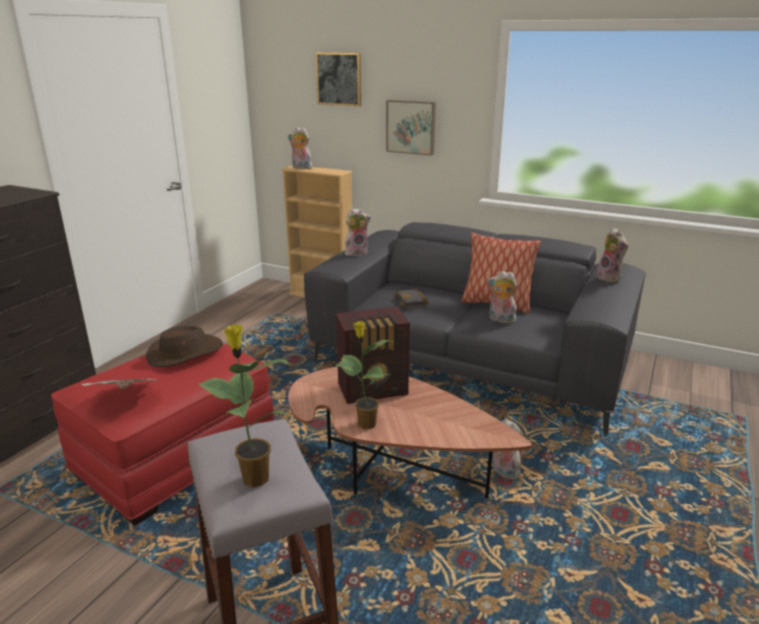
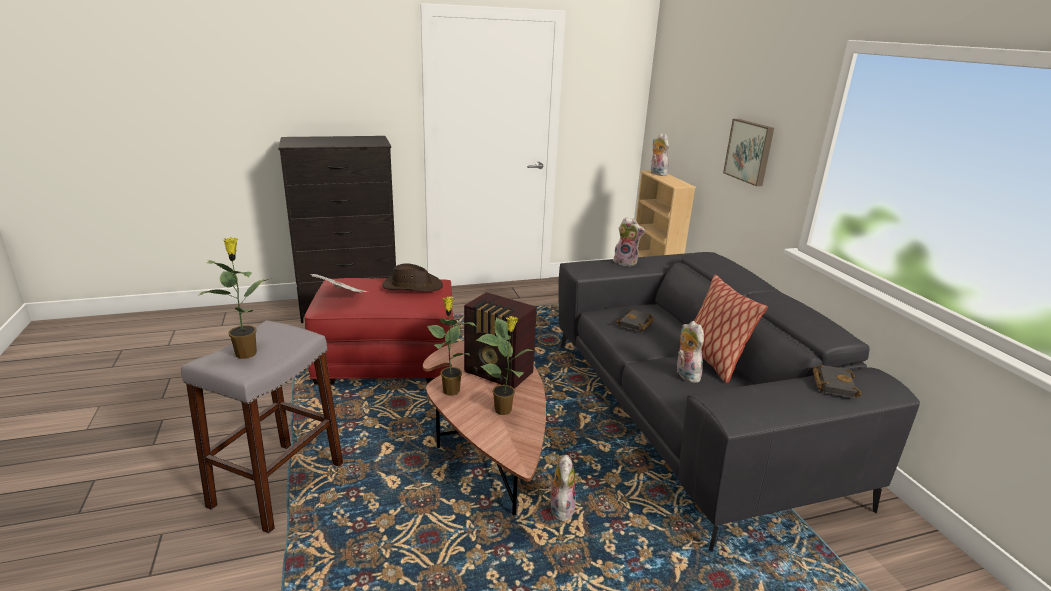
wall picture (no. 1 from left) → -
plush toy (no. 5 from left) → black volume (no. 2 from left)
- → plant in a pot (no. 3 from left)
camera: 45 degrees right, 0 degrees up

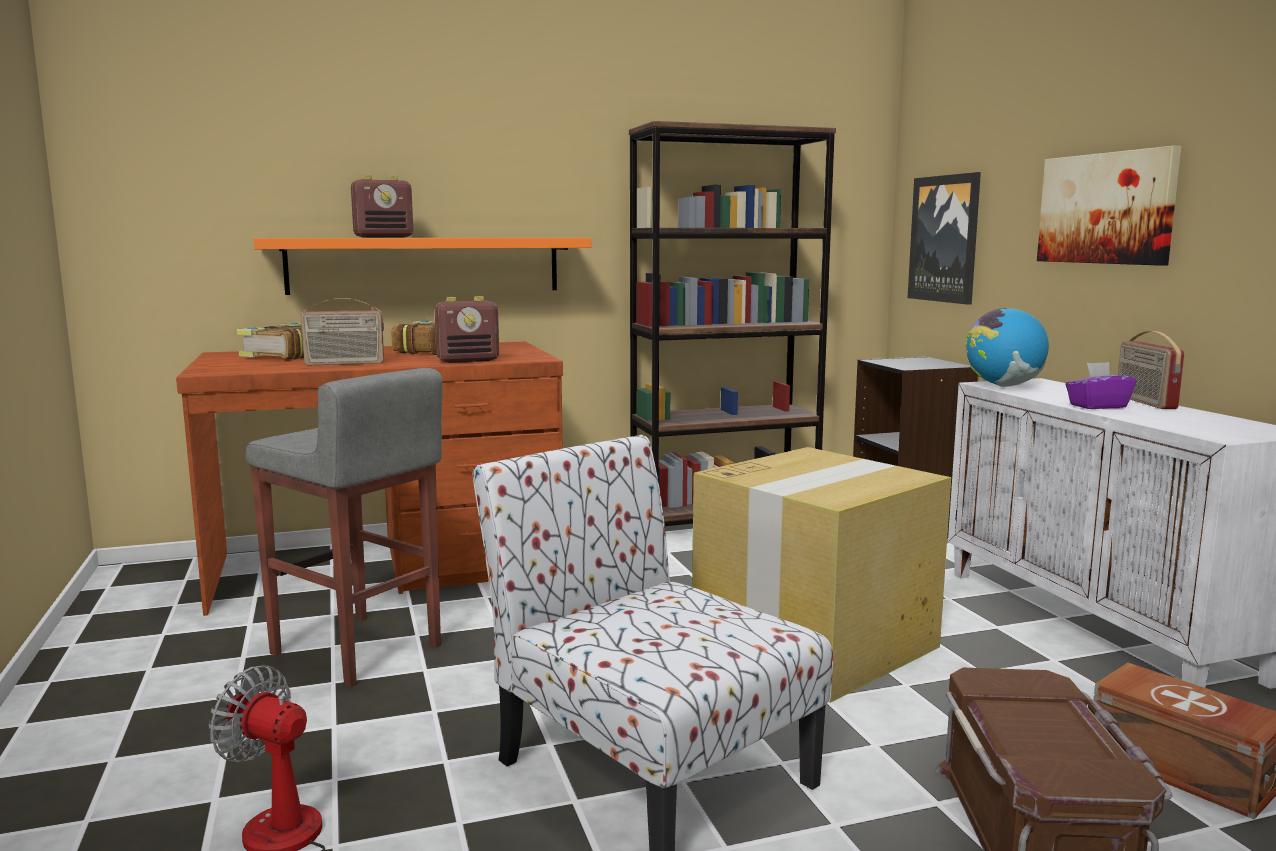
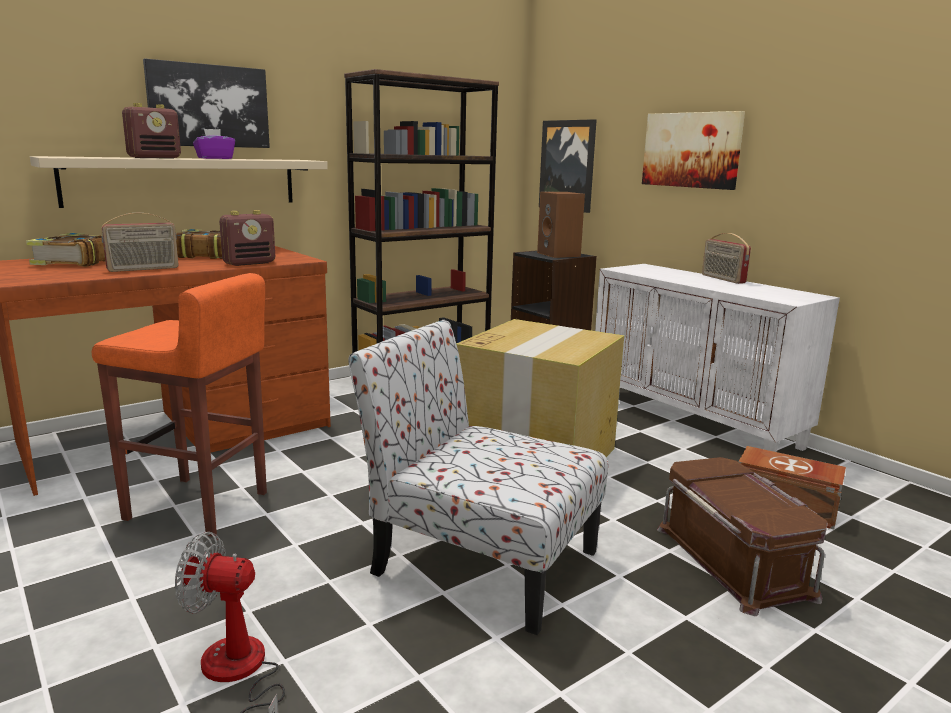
orange wall shelf → beige-coloured wall shelf
desk globe → -
purple box of tissues, relocated
grey sitting stool → orange sitting stool
- → wall picture (no. 1 from left)
- → brown audio speaker
camera: 20 degrees left, 5 degrees up

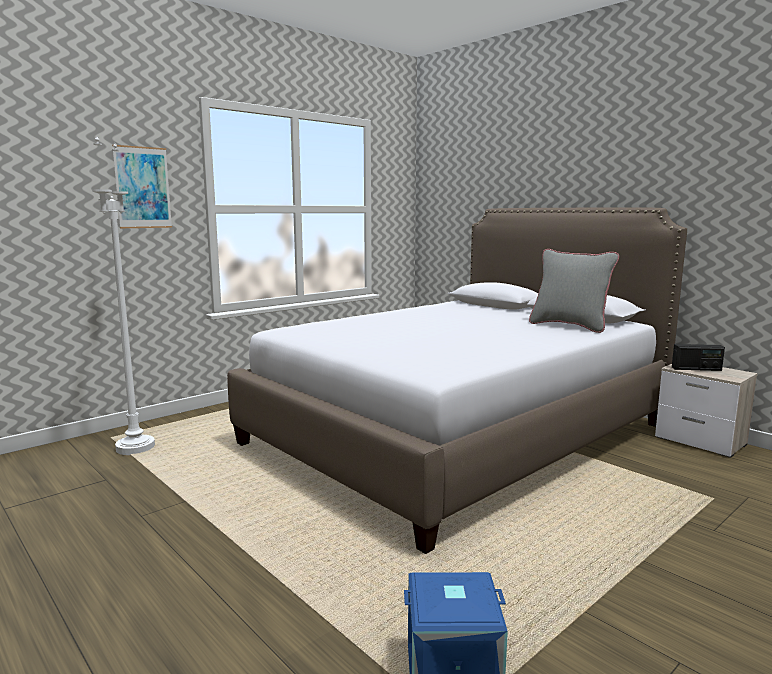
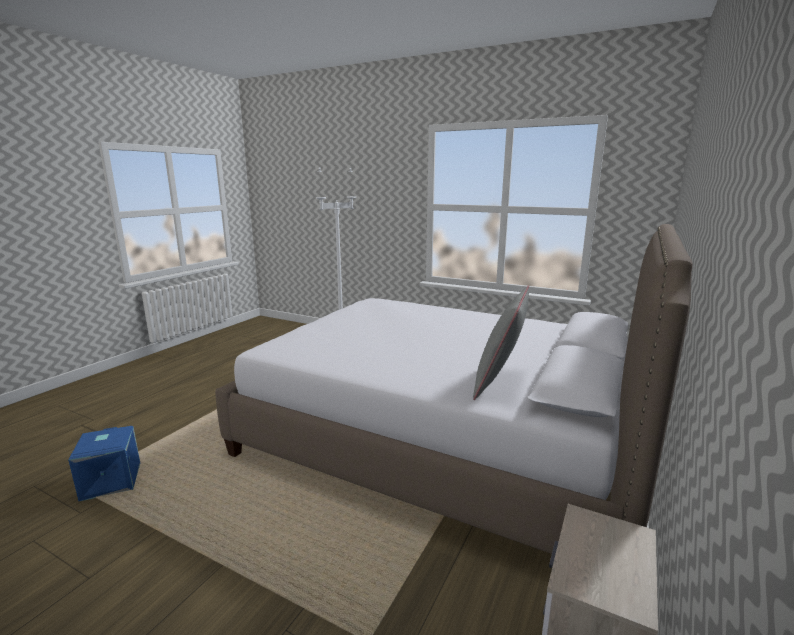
wall picture → -
radio → -
camera: 70 degrees right, 5 degrees up

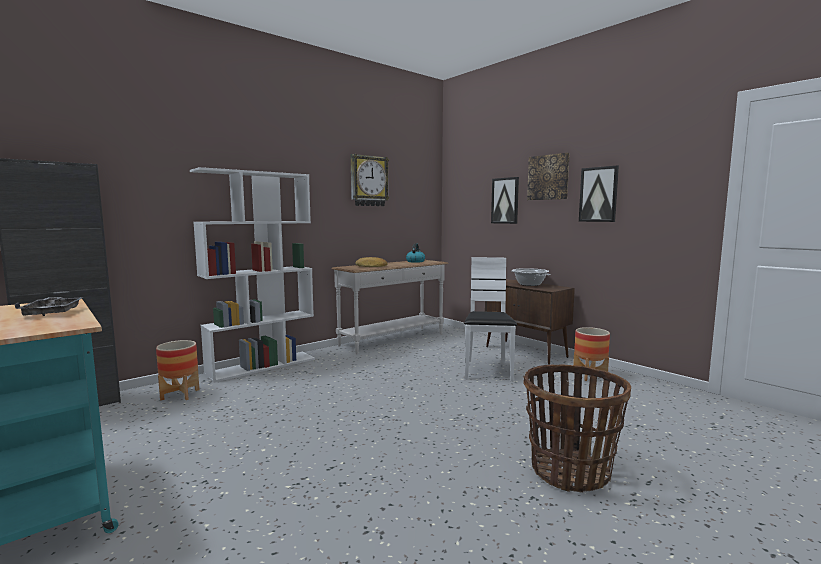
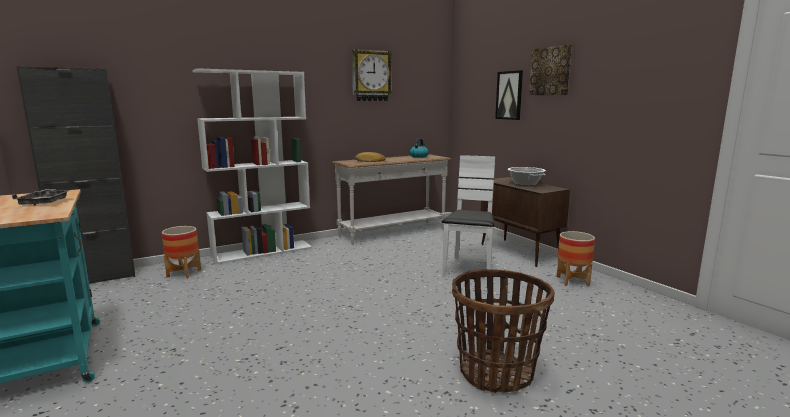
wall picture (no. 3 from left) → -
camera: 10 degrees right, 5 degrees up

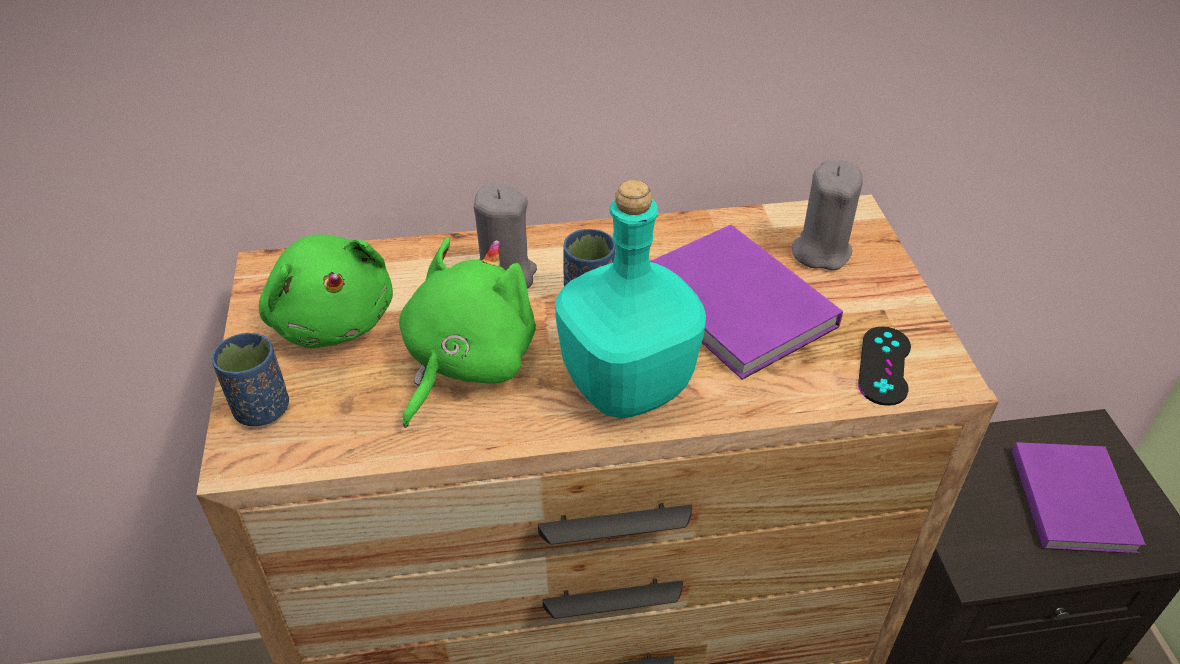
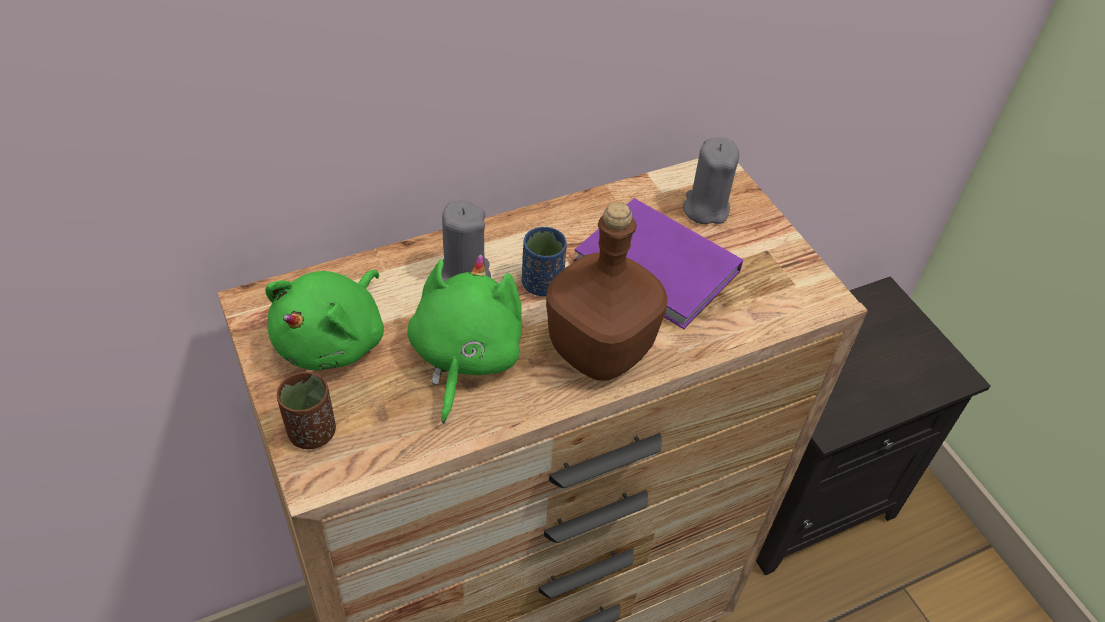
turquoise bottle → brown bottle
greenish plush toy (no. 1 from left), 75 degrees clockwise
black joypad → -
bluish cup (no. 1 from left) → brown cup
purple volume (no. 2 from left) → -
camera: 20 degrees left, 5 degrees up

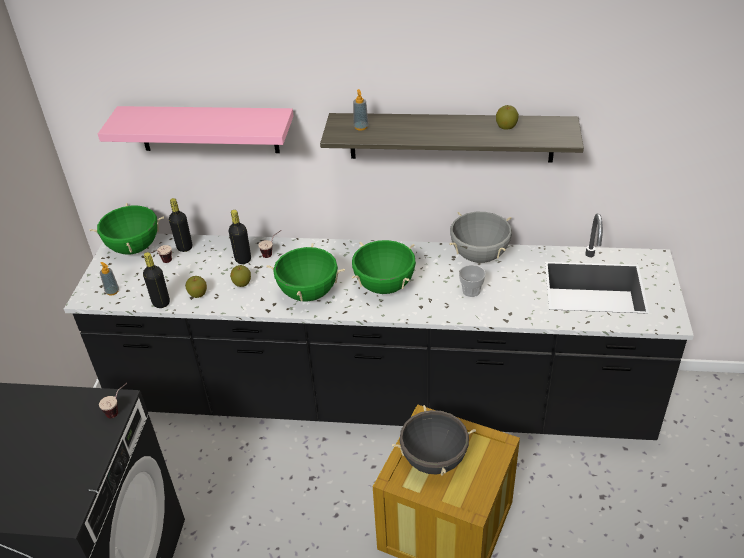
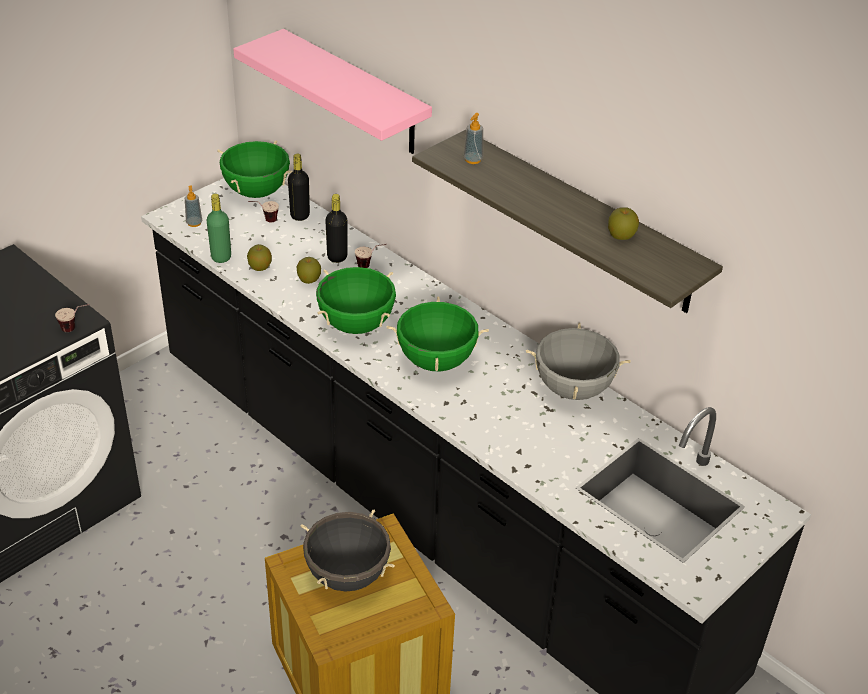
black bottle (no. 1 from left) → greenish bottle
cup (no. 4 from left) → -
camera: 35 degrees right, 0 degrees up

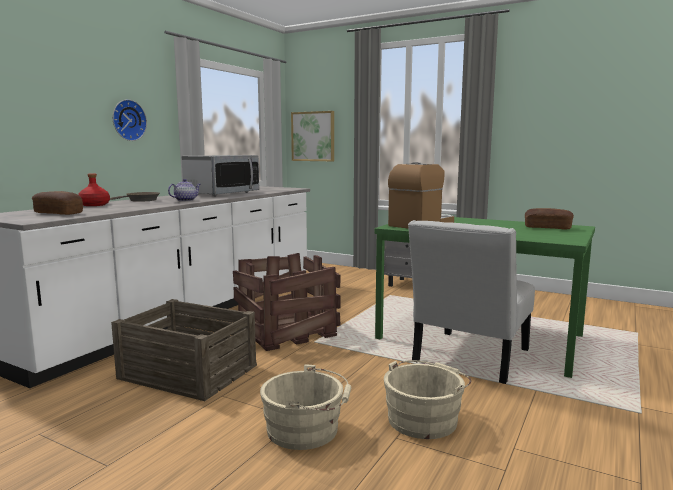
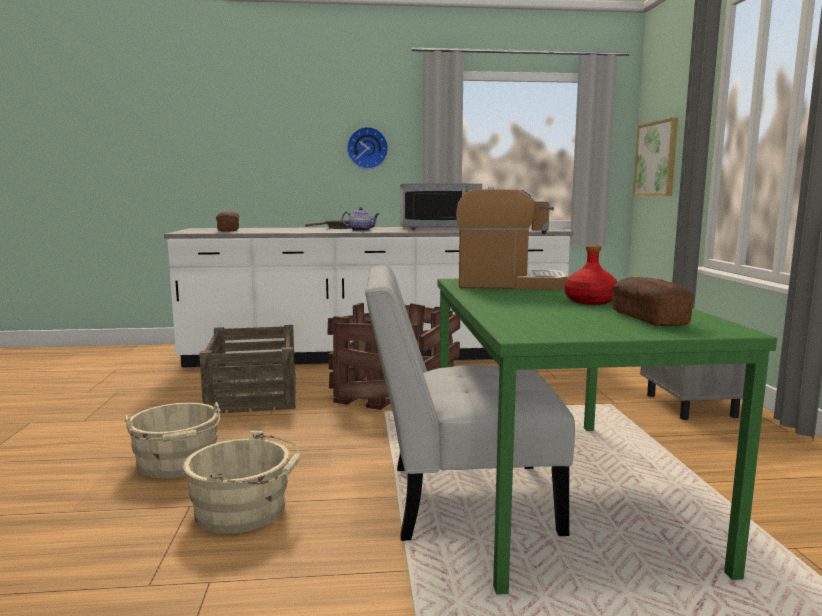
red bottle, relocated
camera: 55 degrees right, 0 degrees up

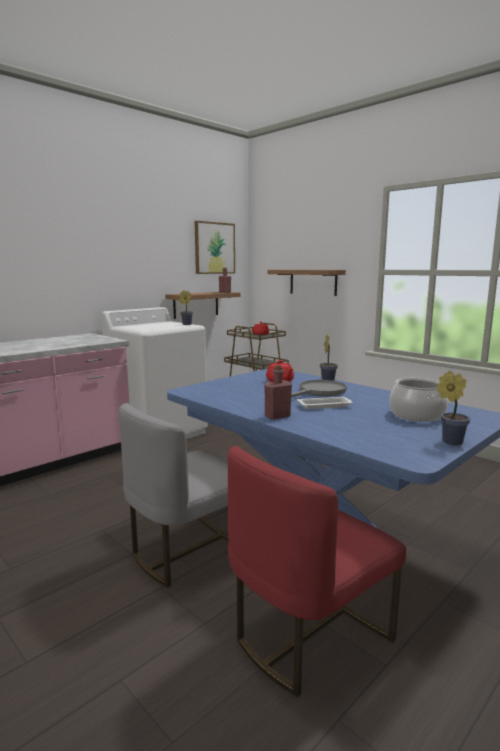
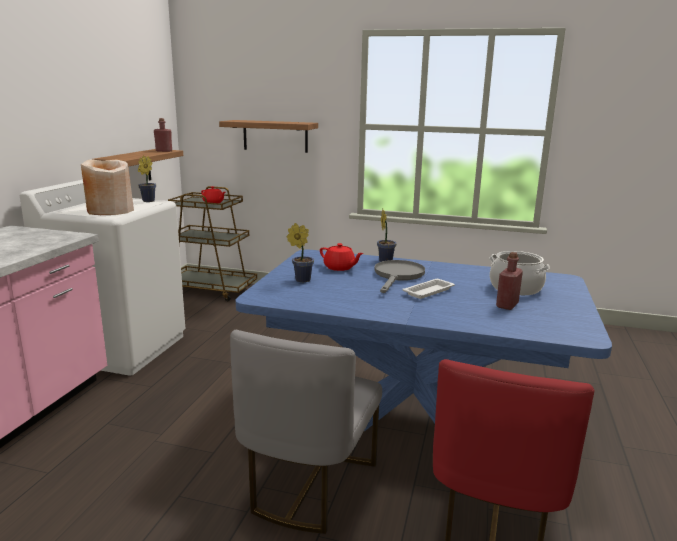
wall picture → -
red bottle (no. 2 from left), relocated
plant in a pot (no. 3 from left in the first image) → plant in a pot (no. 2 from left), relocated
- → beige-coloured vase
camera: 30 degrees left, 5 degrees up

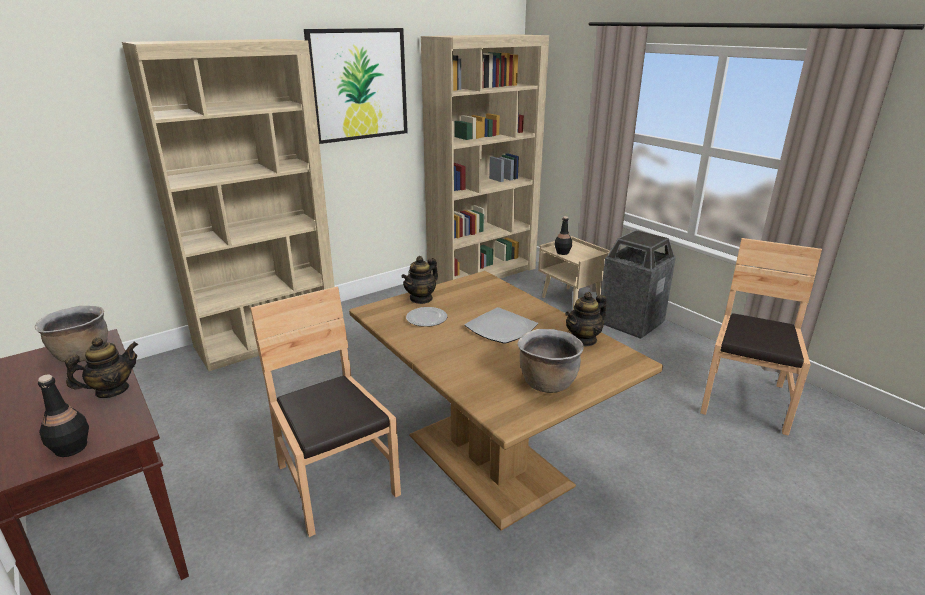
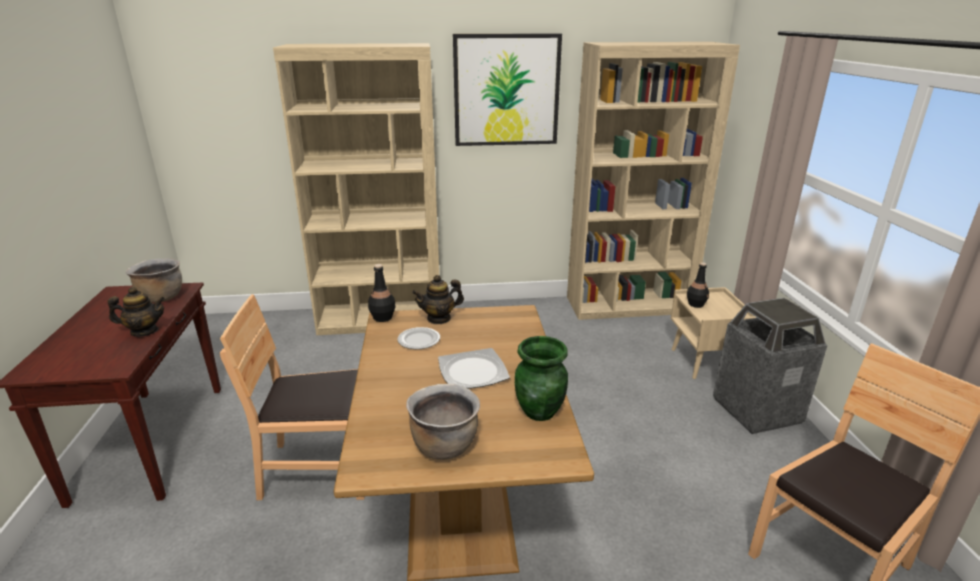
brown chair (no. 1 from left), 90 degrees counterclockwise
teapot (no. 3 from left) → greenish vase
black bottle (no. 1 from left), relocated
camera: 30 degrees right, 0 degrees up

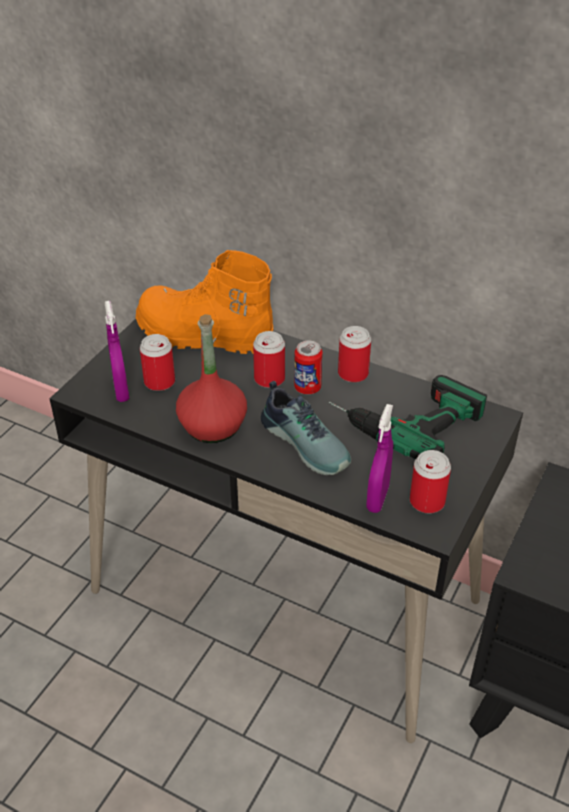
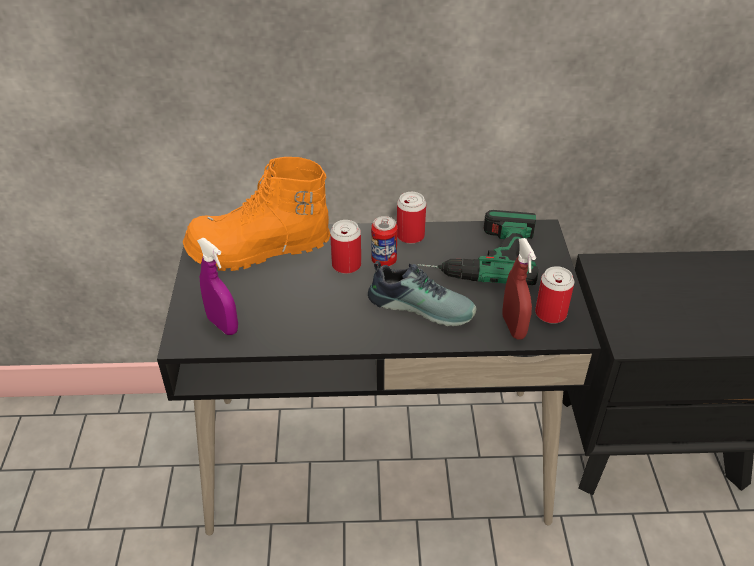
red bottle → -
metal can (no. 1 from left) → -
purple sprayer (no. 2 from left) → red sprayer
camera: 30 degrees left, 0 degrees up

